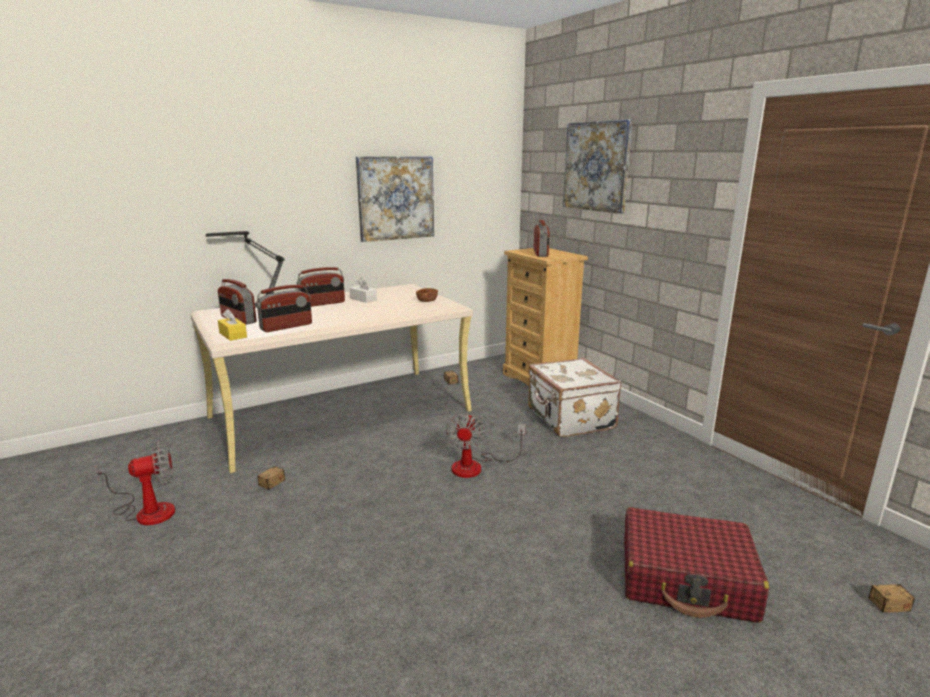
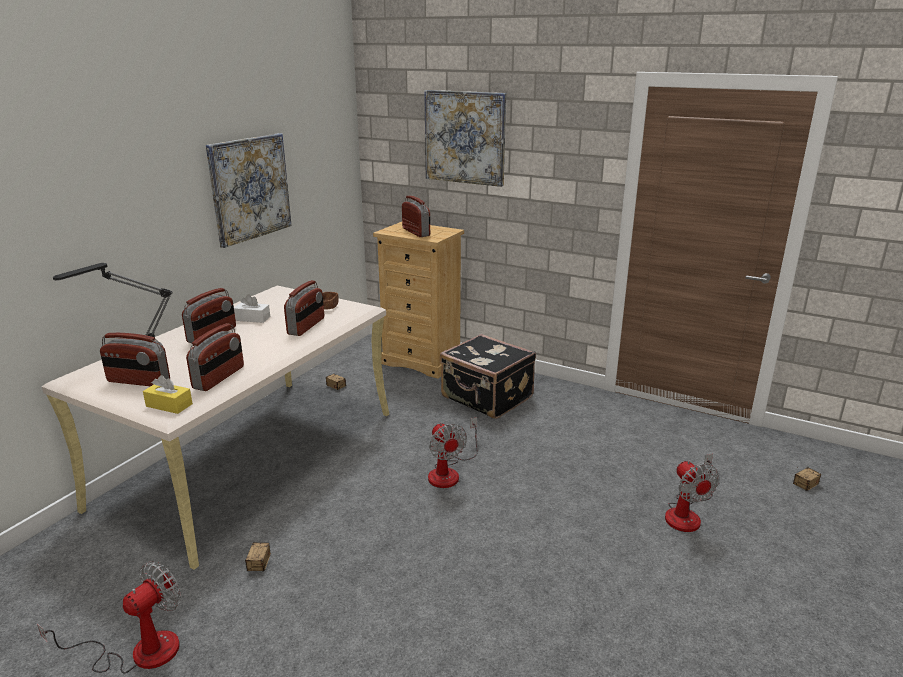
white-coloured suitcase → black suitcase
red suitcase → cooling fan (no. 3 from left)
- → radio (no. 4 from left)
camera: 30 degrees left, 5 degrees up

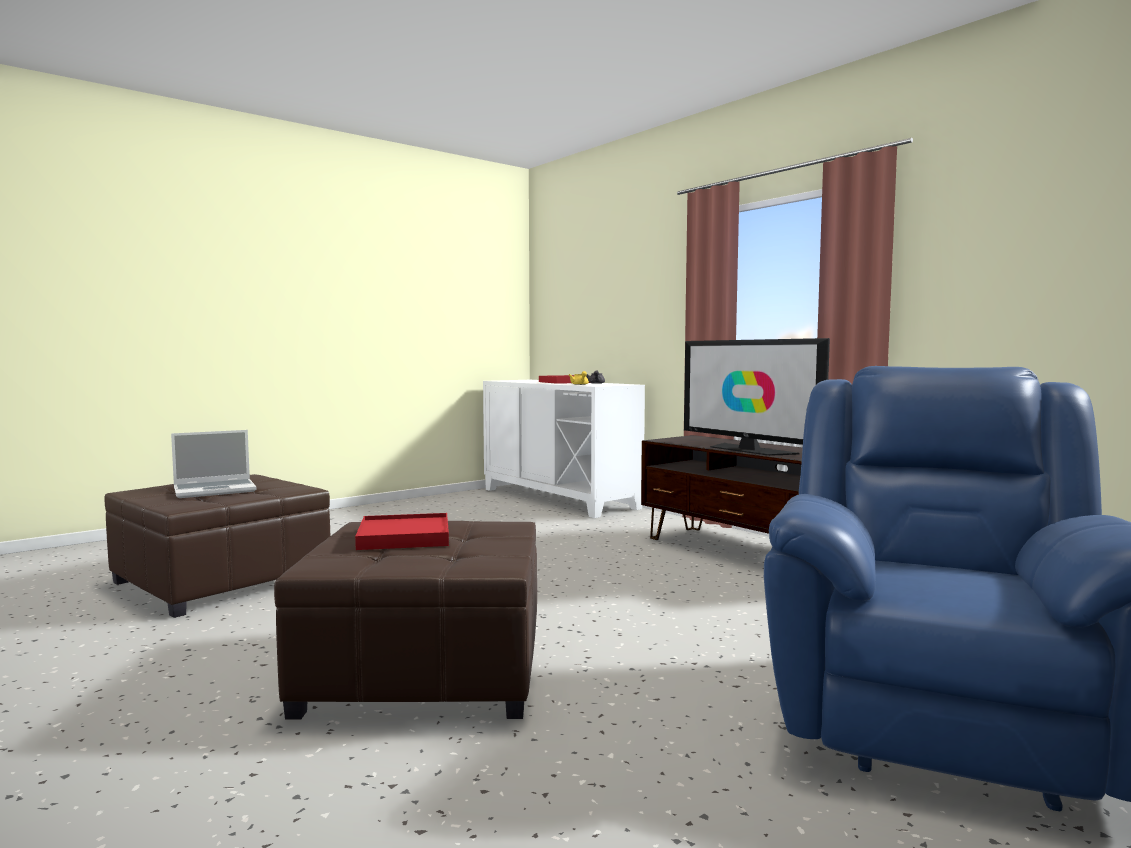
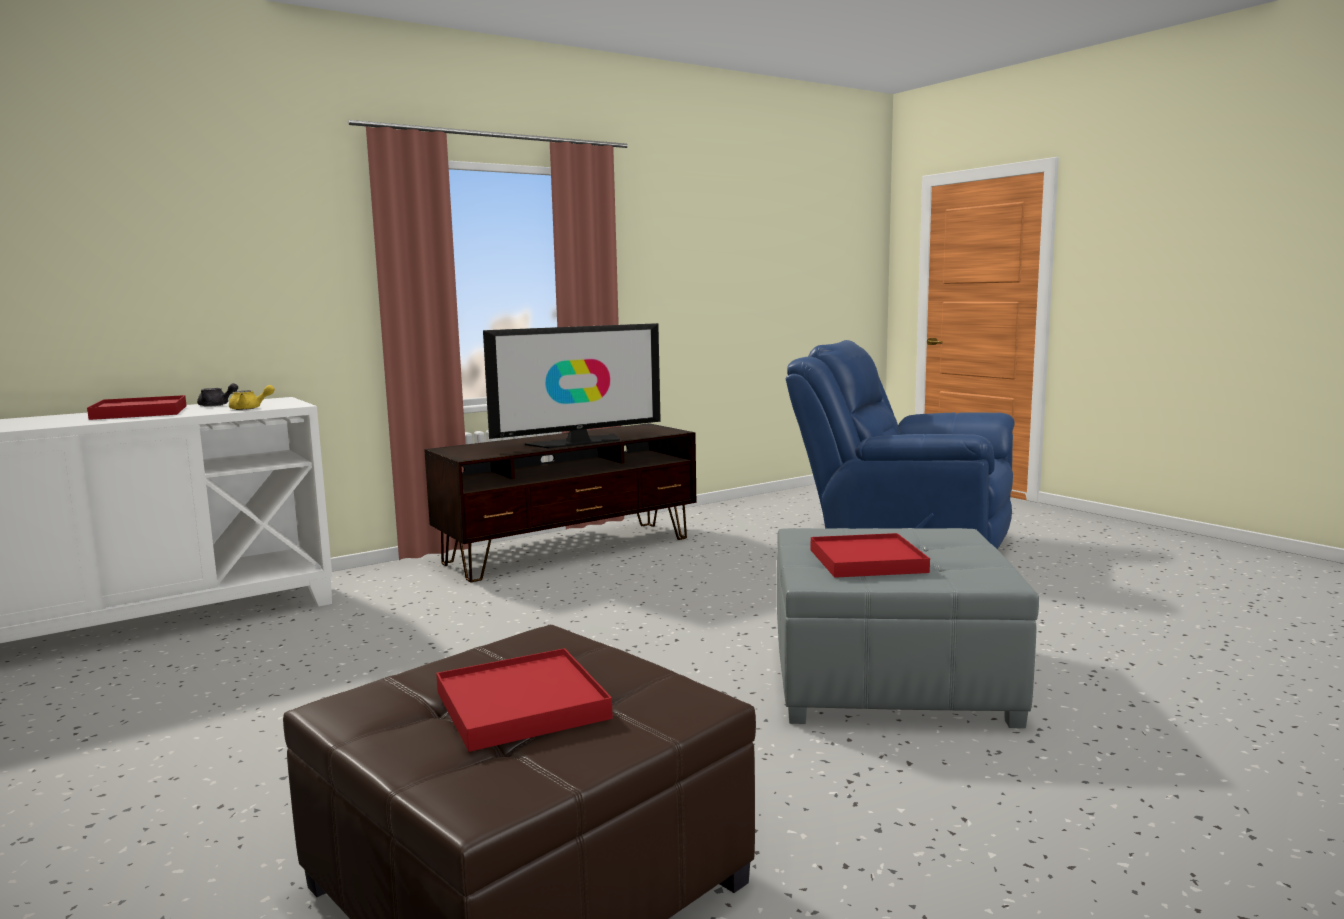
laptop → red carrying tray (no. 2 from left)
brown pouffe (no. 2 from left) → grey pouffe
camera: 85 degrees left, 5 degrees up

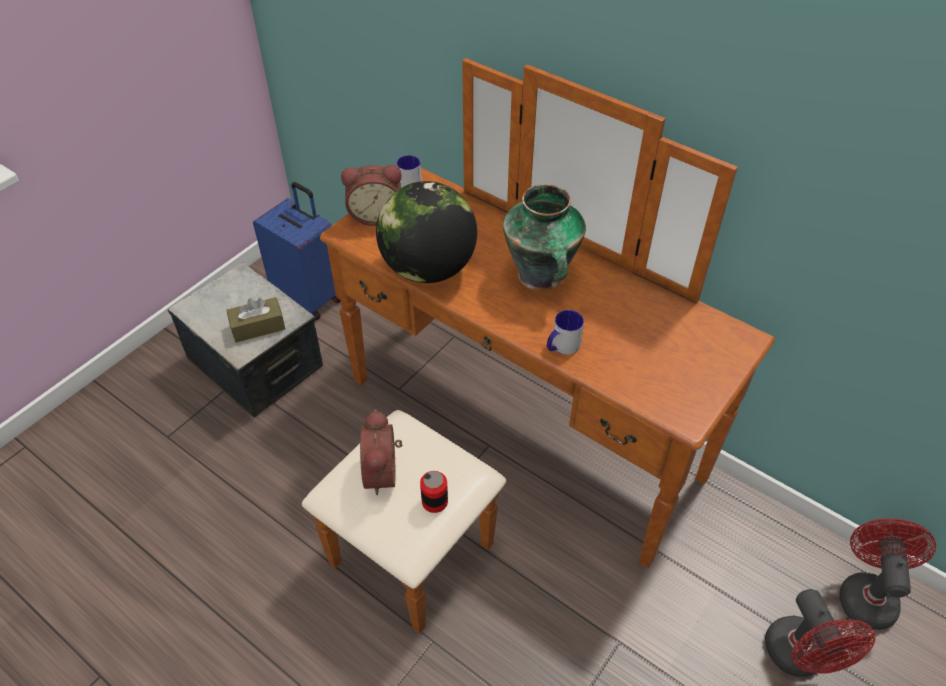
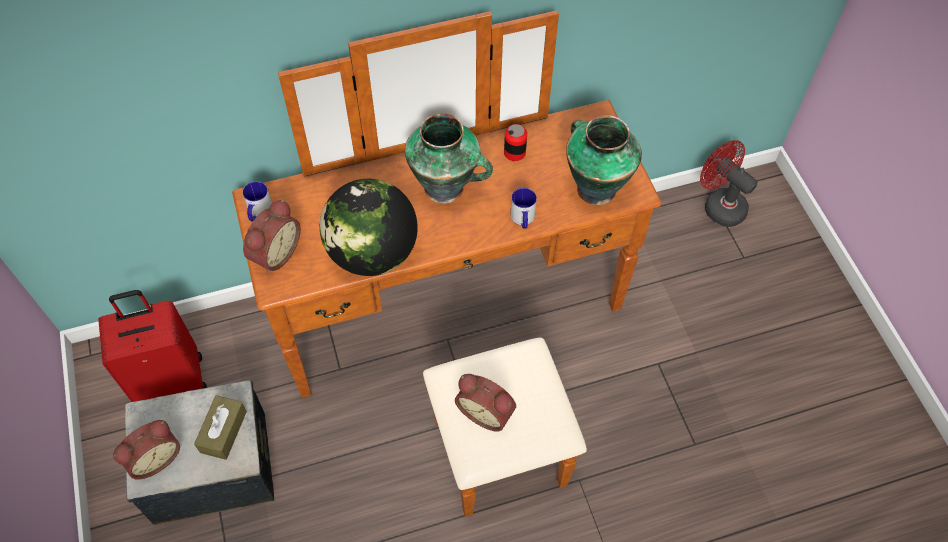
bluish suitcase → red suitcase
metal can, relocated
red cooling fan (no. 1 from left) → -
- → vase (no. 2 from left)
- → bedside clock (no. 1 from left)
camera: 55 degrees left, 10 degrees up

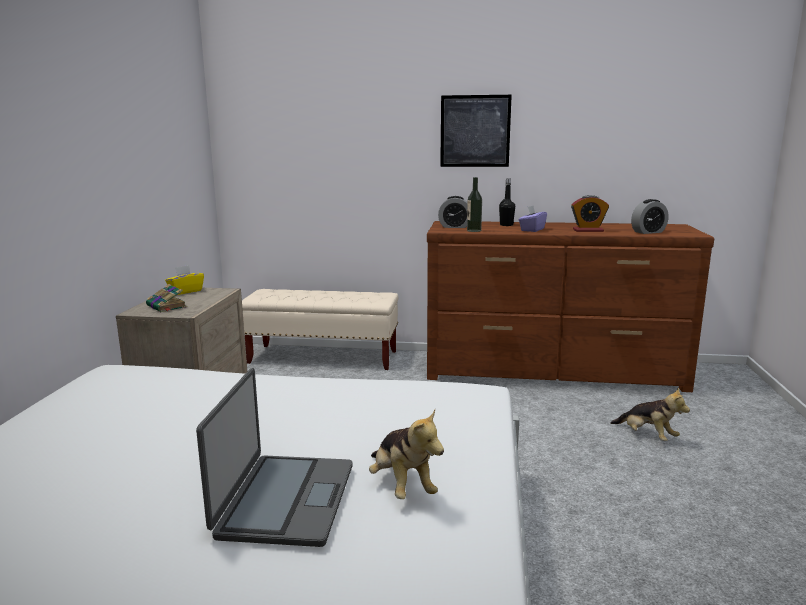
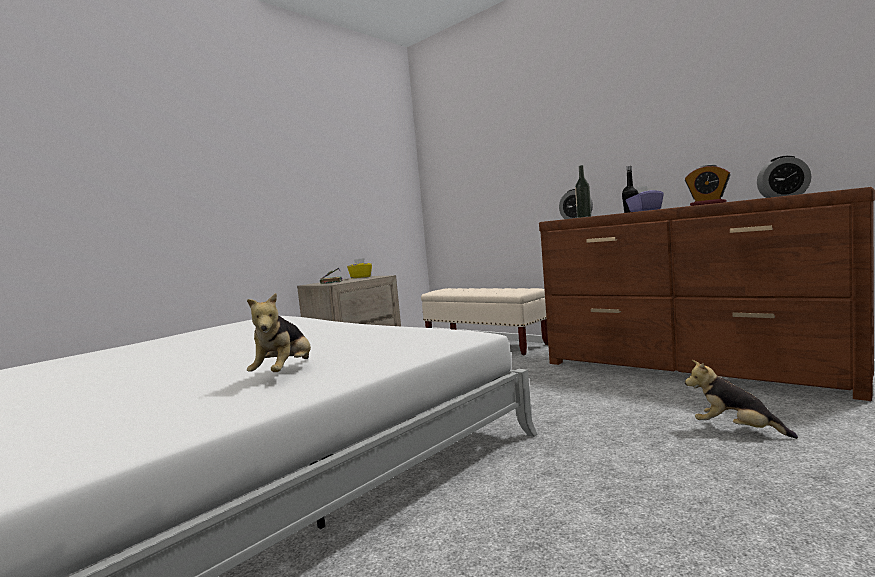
wall picture → -
laptop → -
plush toy (no. 2 from left), 135 degrees clockwise
camera: 35 degrees right, 10 degrees down

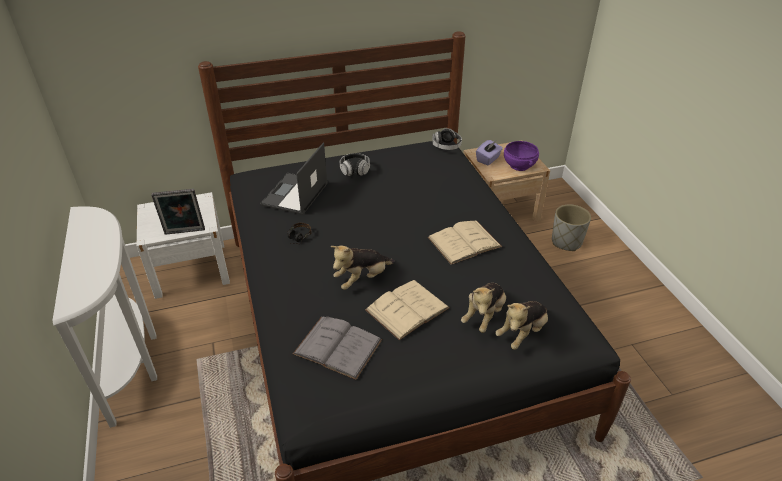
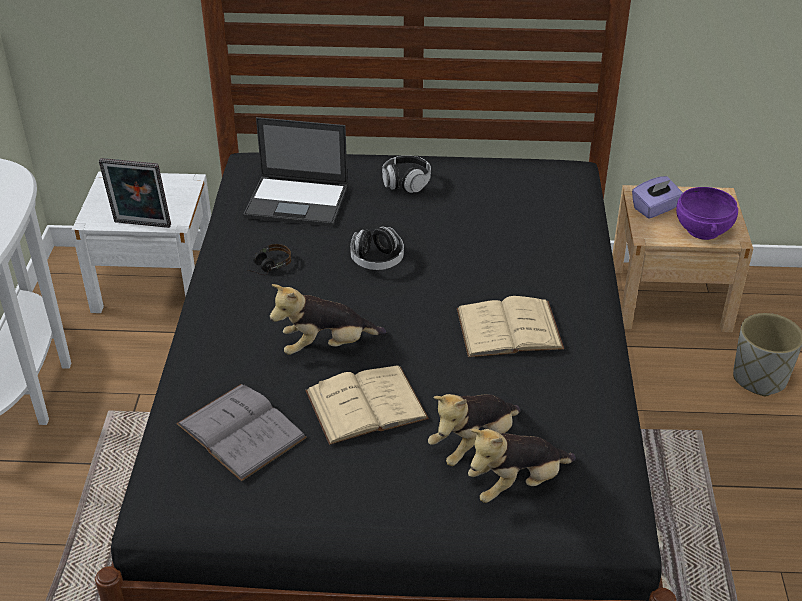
pair of headphones (no. 3 from left in the first image) → pair of headphones (no. 2 from left), relocated
laptop, 120 degrees counterclockwise
camera: 20 degrees right, 0 degrees up

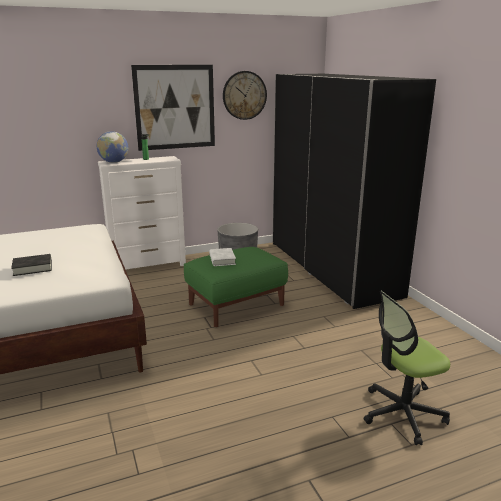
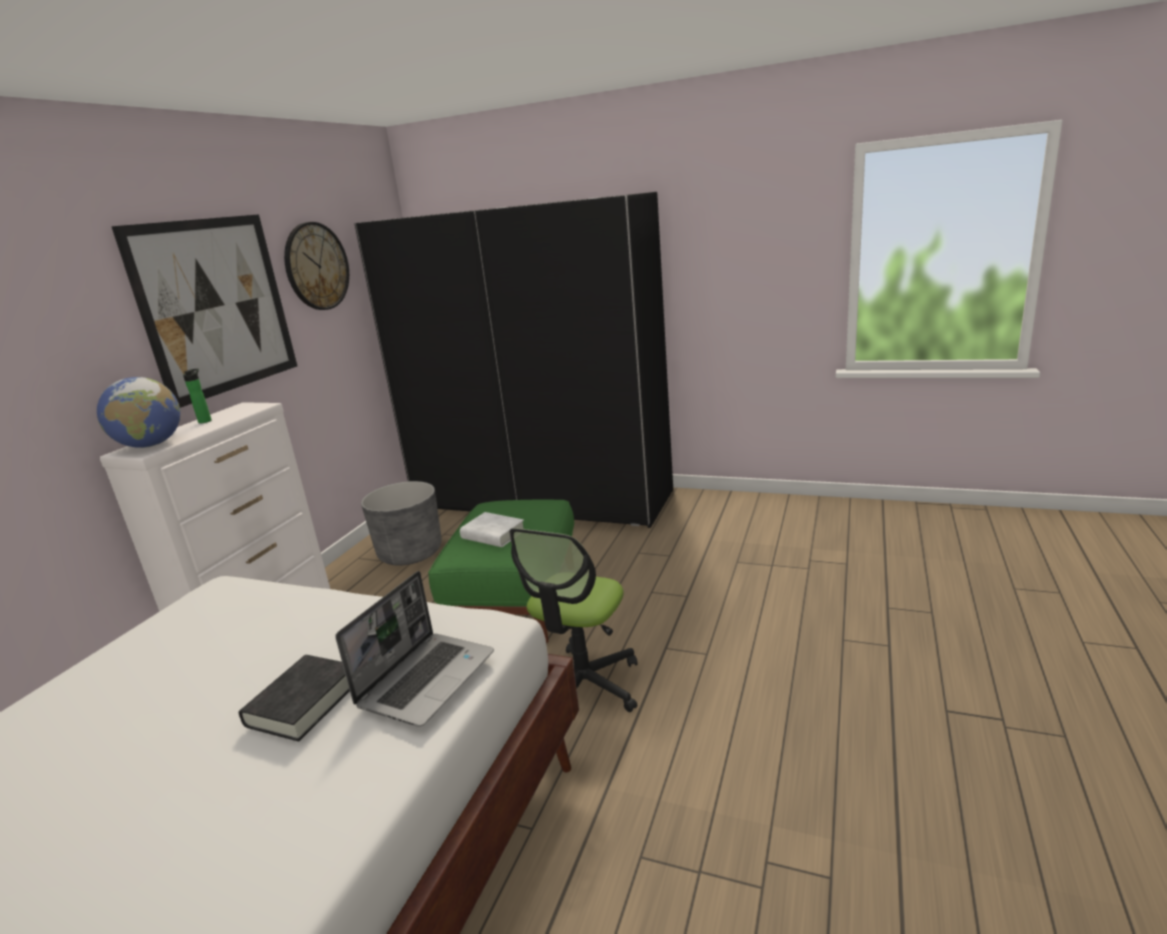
computer chair, relocated
- → laptop
camera: 45 degrees left, 0 degrees up

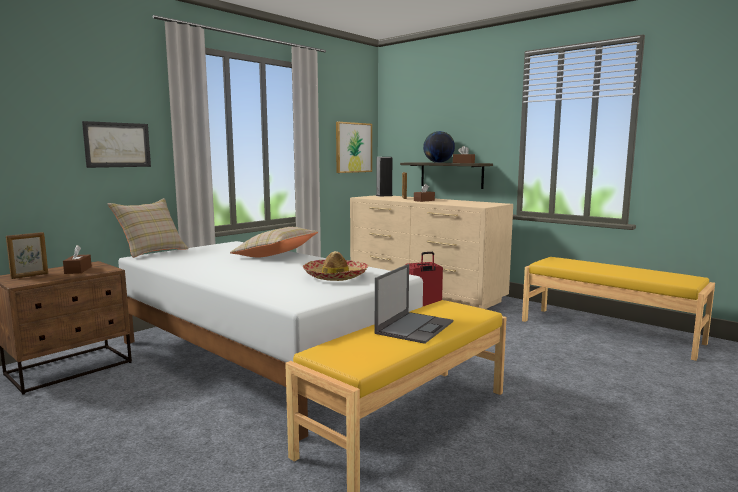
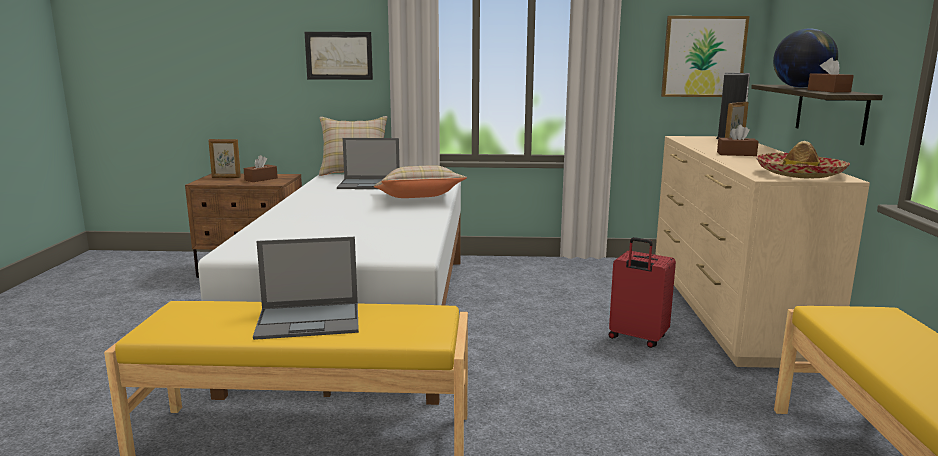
clothing hat, relocated
- → laptop (no. 2 from left)
camera: 50 degrees right, 5 degrees up

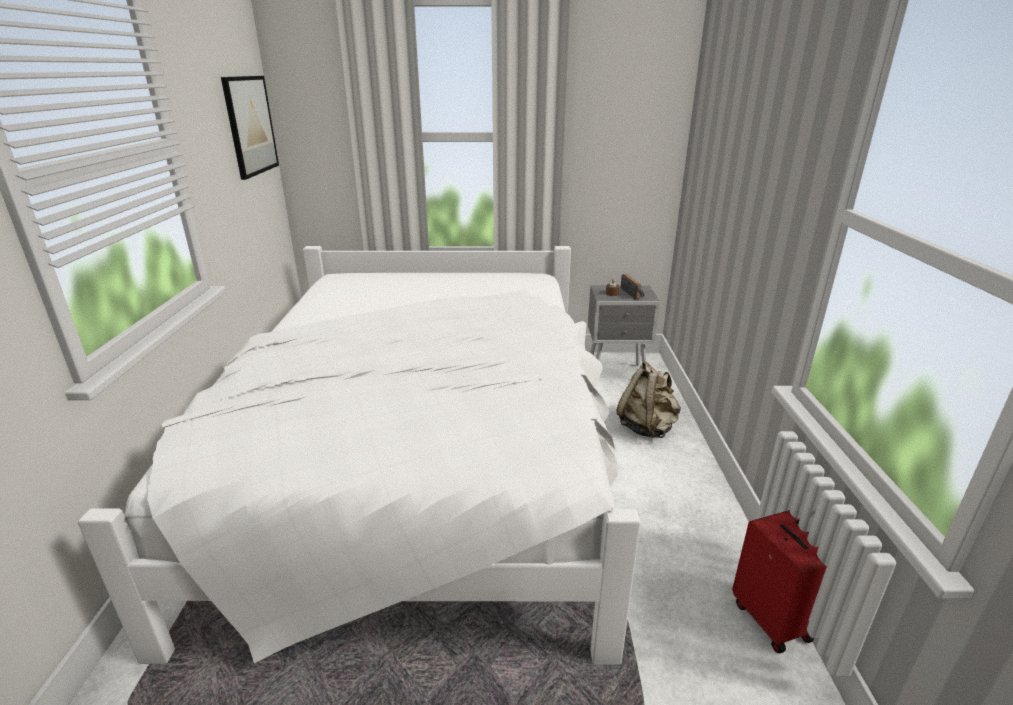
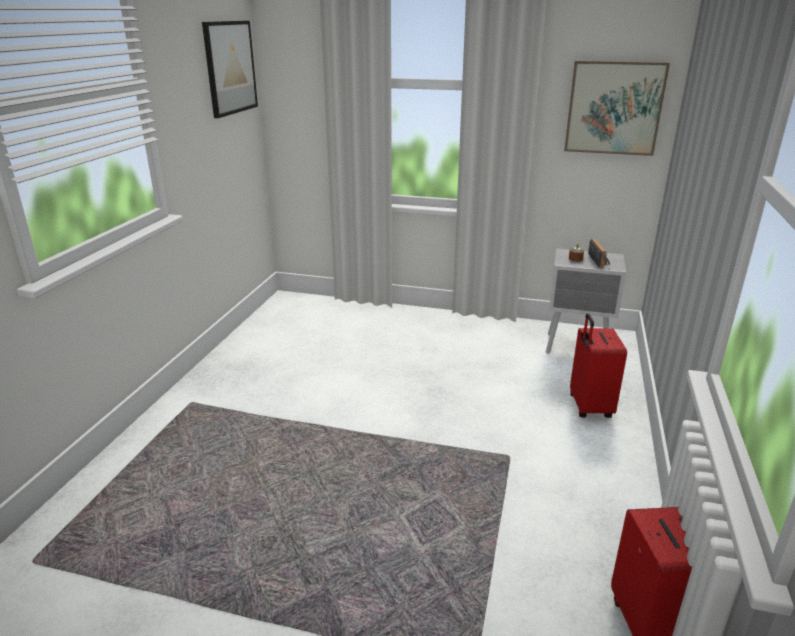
white-coloured bed → -
beige-coloured rucksack → red suitcase (no. 1 from left)
- → wall picture (no. 2 from left)
camera: 15 degrees right, 0 degrees up

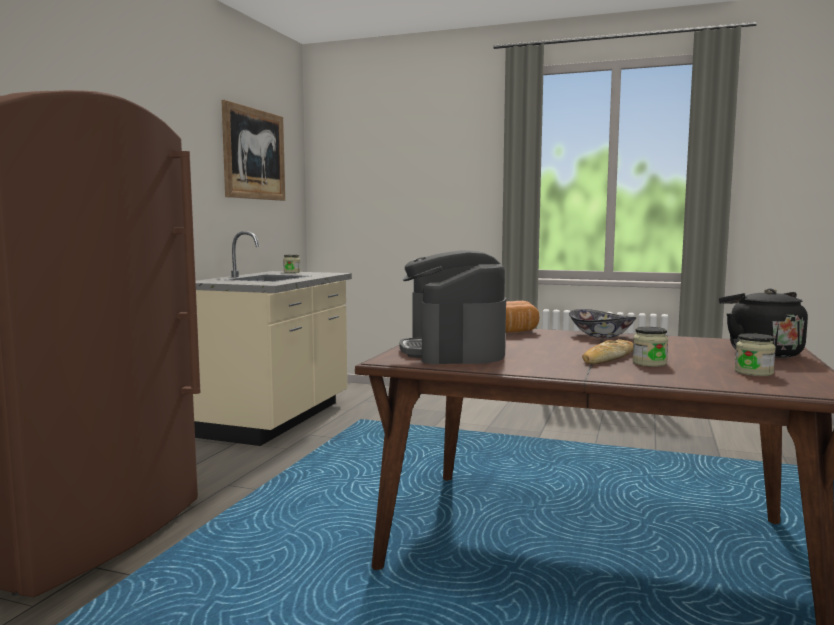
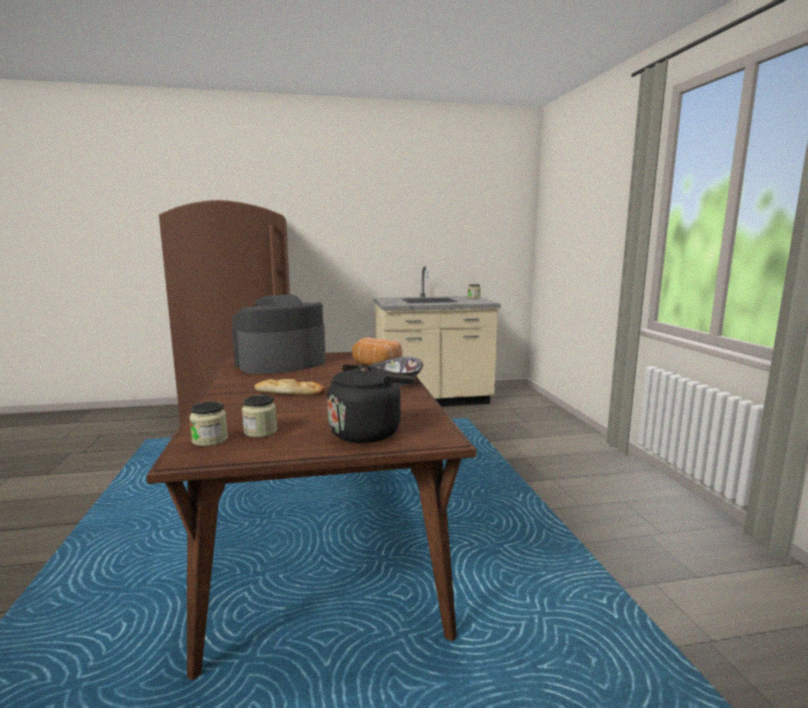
wall picture → -
preserve jar (no. 2 from left in the first image) → preserve jar (no. 1 from left), relocated
camera: 60 degrees right, 5 degrees up

